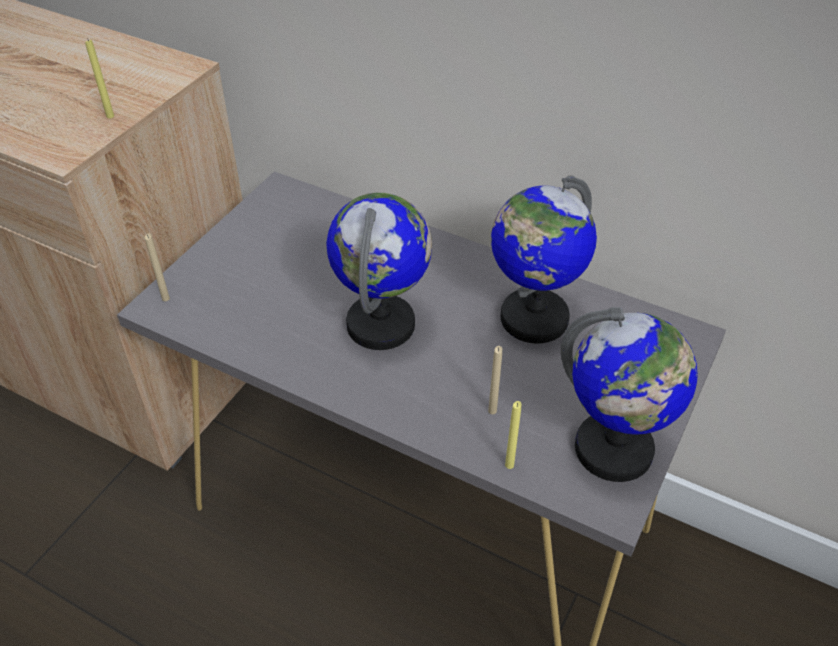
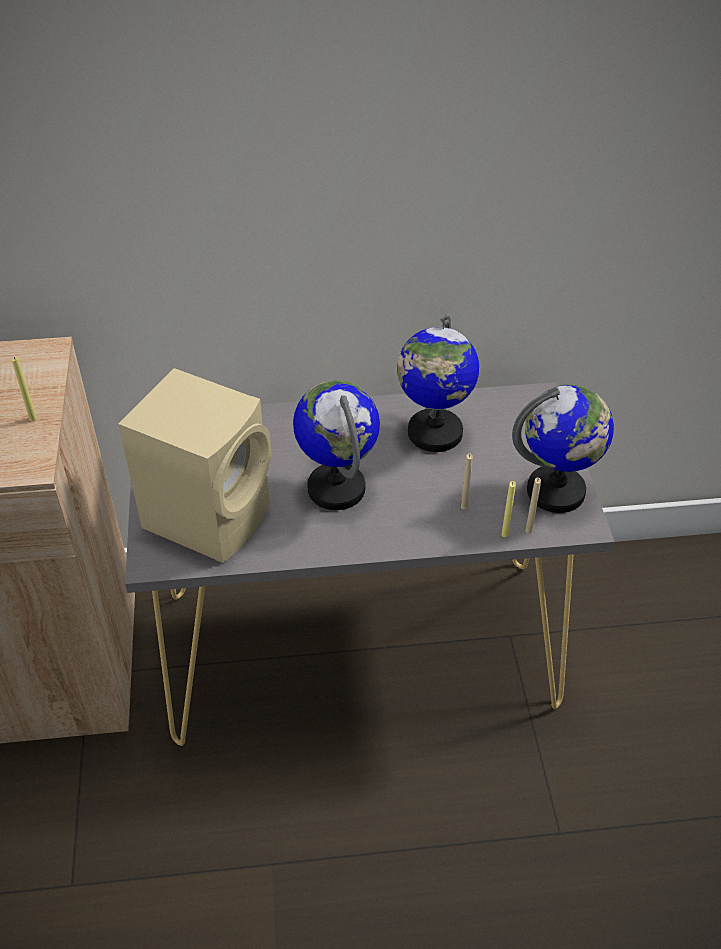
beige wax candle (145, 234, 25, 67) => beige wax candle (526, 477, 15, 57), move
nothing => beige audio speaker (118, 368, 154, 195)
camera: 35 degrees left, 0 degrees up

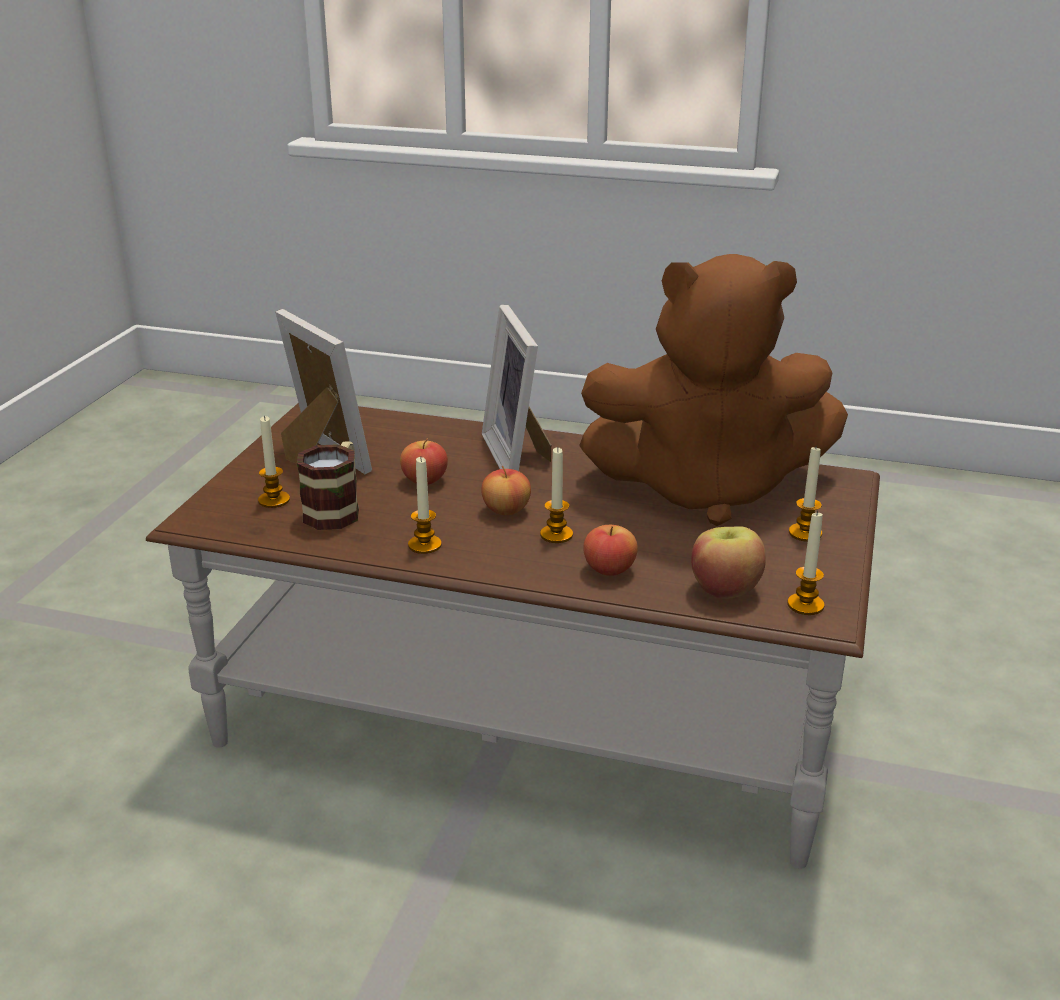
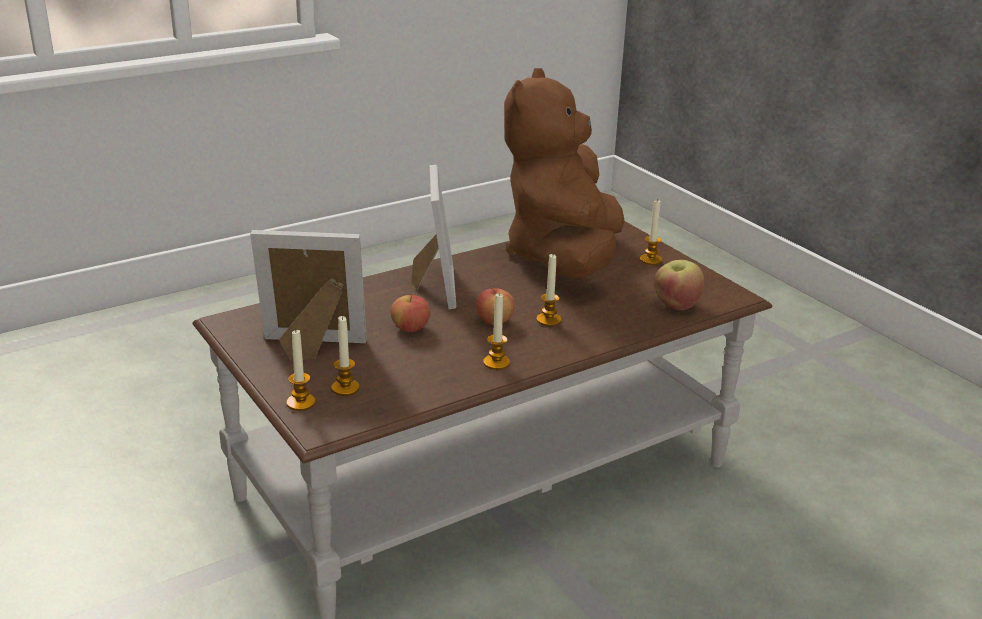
tea mug (297, 441, 62, 89) => nothing
photo frame (482, 305, 69, 166) => photo frame (411, 164, 45, 145), 120 degrees counterclockwise
brownish soft toy (579, 254, 269, 272) => brownish soft toy (504, 68, 121, 211), 150 degrees clockwise
whole apple (583, 525, 55, 51) => nothing
wax candle (787, 511, 38, 104) => wax candle (286, 329, 30, 82), move
camera: 50 degrees left, 0 degrees up

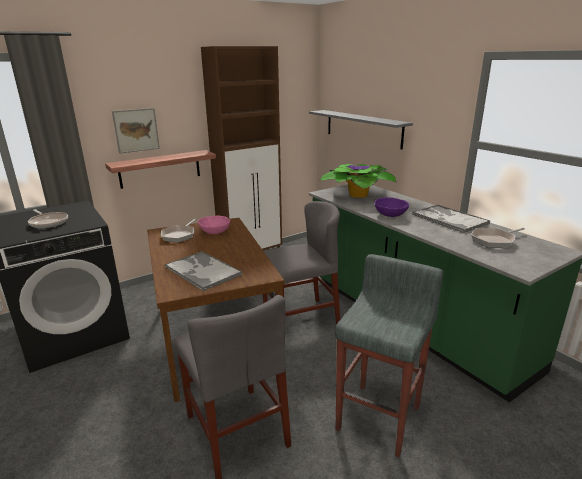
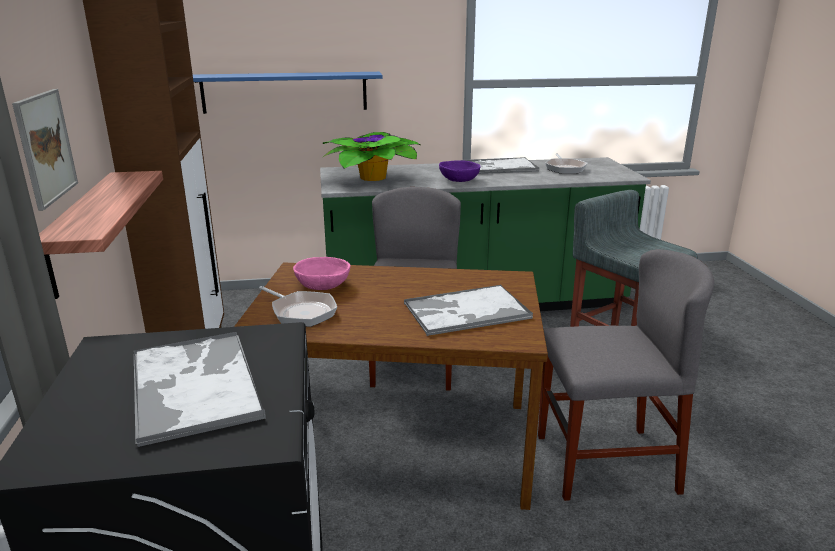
frying pan (28, 209, 40, 19) => carrying tray (134, 332, 132, 115)
greyish shelf (309, 110, 104, 39) => bluish shelf (193, 72, 190, 42)
camera: 65 degrees left, 0 degrees up

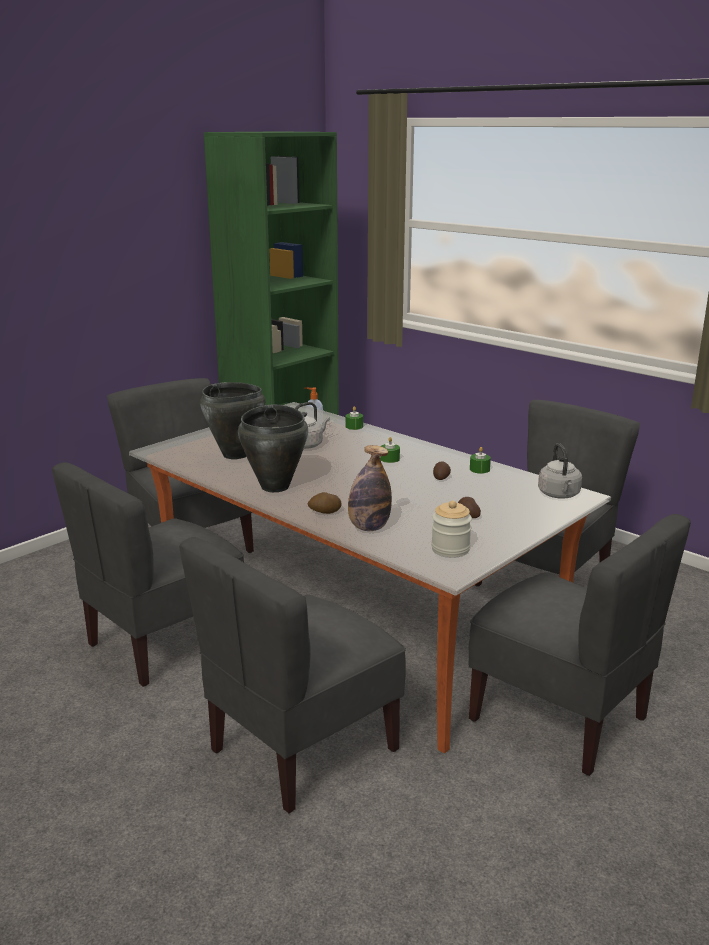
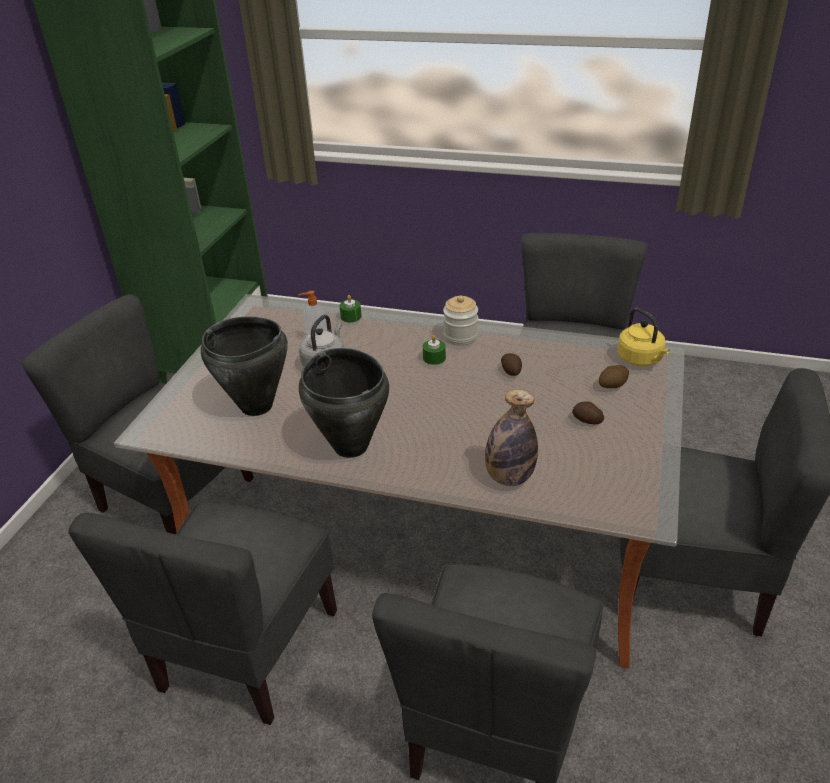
potato (308, 492, 33, 22) => potato (599, 365, 30, 23), move
preserve jar (431, 500, 41, 57) => preserve jar (443, 295, 35, 50), move
green wax candle (470, 447, 21, 26) => nothing
greyish tea kettle (538, 443, 44, 56) => yellow-coloured tea kettle (617, 308, 53, 58)
camera: 25 degrees left, 15 degrees up

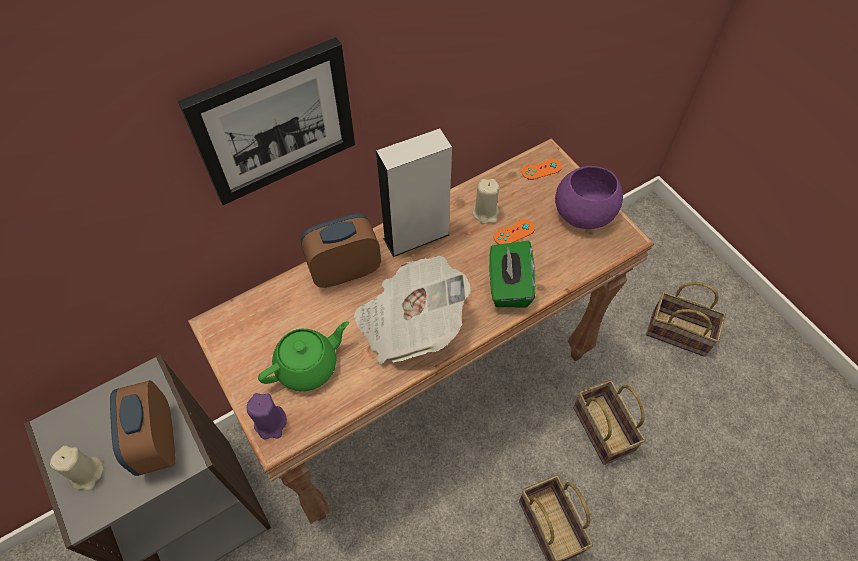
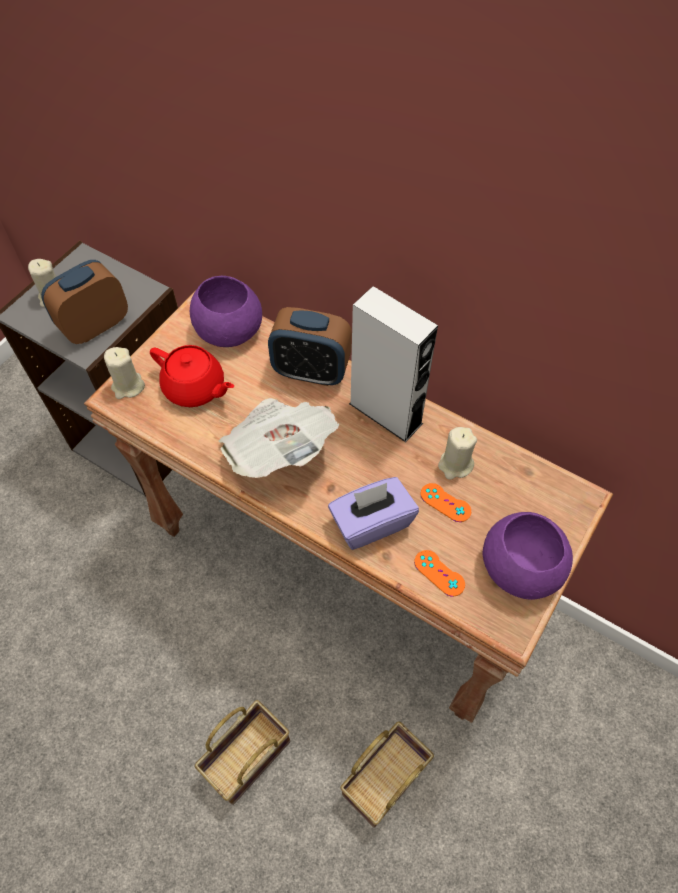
wall art (178, 37, 177, 168) => nothing
purple-coloured wax candle (247, 393, 40, 47) => beige wax candle (104, 347, 41, 52)
green tea pot (258, 321, 91, 70) => red tea pot (150, 345, 84, 62)
table clock (301, 214, 80, 74) => table clock (268, 307, 84, 79), 150 degrees clockwise
green box of tissues (489, 241, 46, 66) => purple-coloured box of tissues (328, 477, 91, 73)
orangey joypad (522, 159, 40, 21) => orangey joypad (414, 550, 51, 47), move
household basket (646, 282, 80, 75) => nothing
nothing => purple-coloured deep dish (190, 276, 72, 71)
camera: 65 degrees right, 0 degrees up

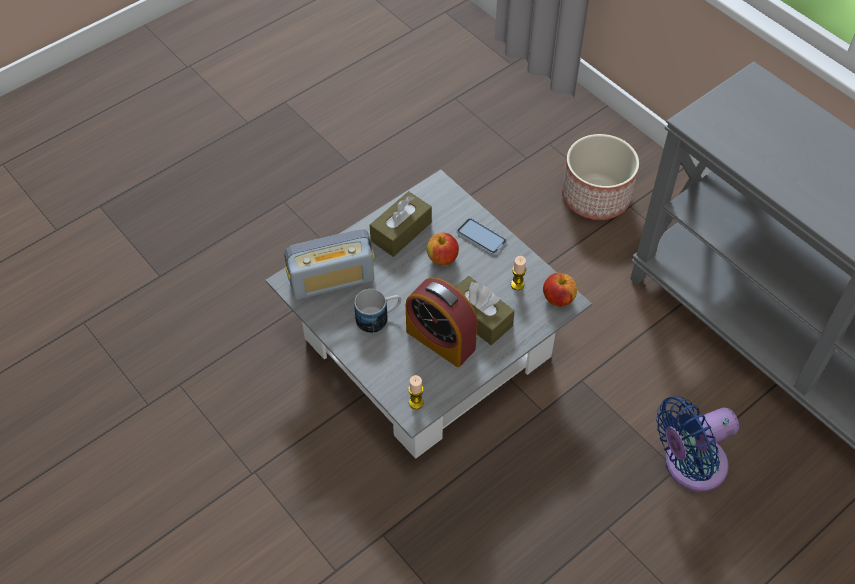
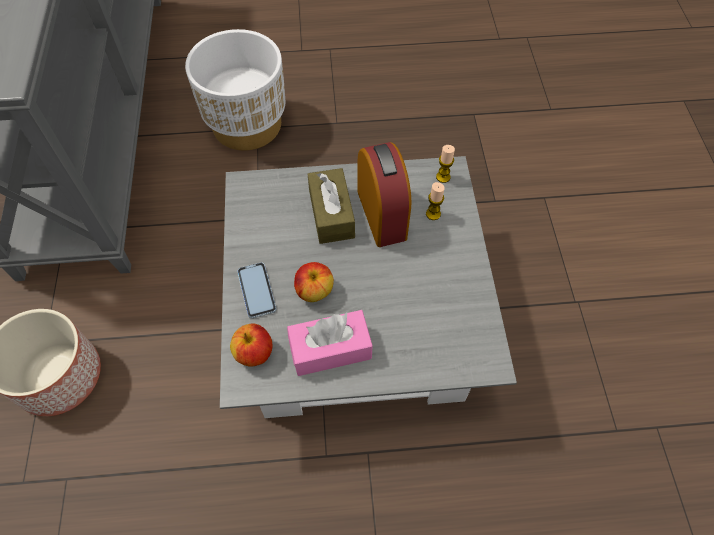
radio receiver (284, 229, 90, 71) => nothing
tea mug (354, 289, 47, 44) => nothing
brownish box of tissues (370, 191, 62, 66) => pink box of tissues (287, 310, 86, 66)
wax candle (511, 256, 15, 34) => wax candle (426, 182, 19, 38), move
whole apple (543, 273, 34, 34) => whole apple (230, 323, 42, 44), move
bluish electric fan (656, 396, 83, 96) => whitish flower pot (185, 29, 100, 122)
camera: 145 degrees left, 5 degrees up

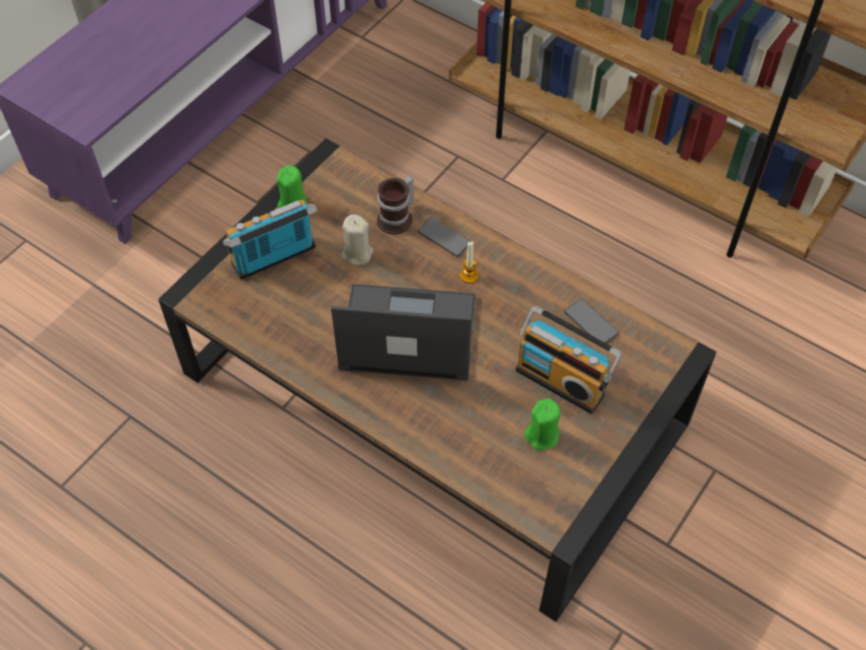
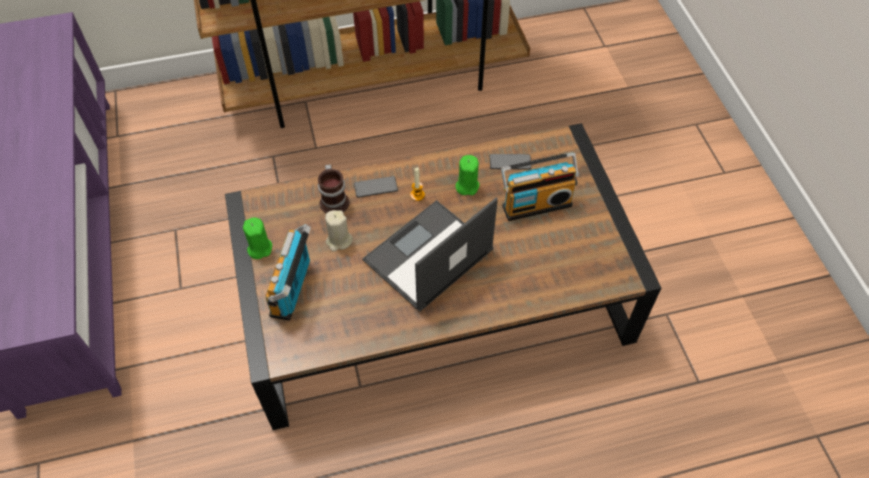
green wax candle (524, 398, 36, 52) => green wax candle (455, 155, 24, 40), move
camera: 50 degrees left, 0 degrees up

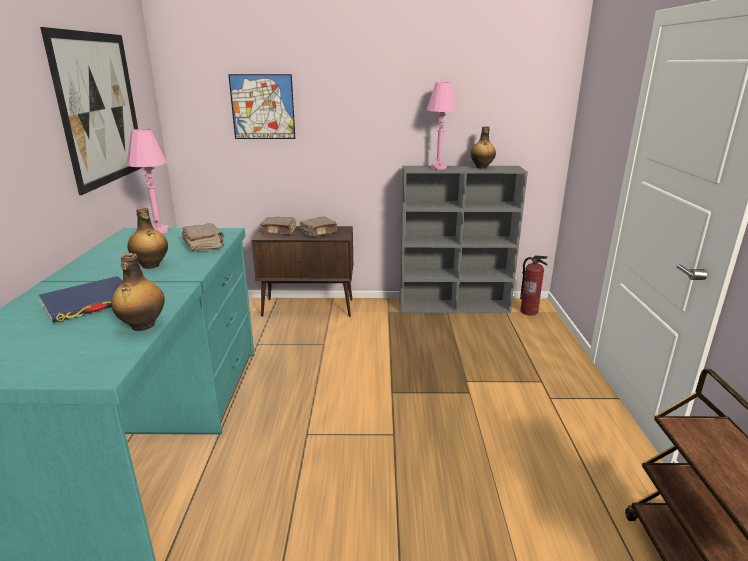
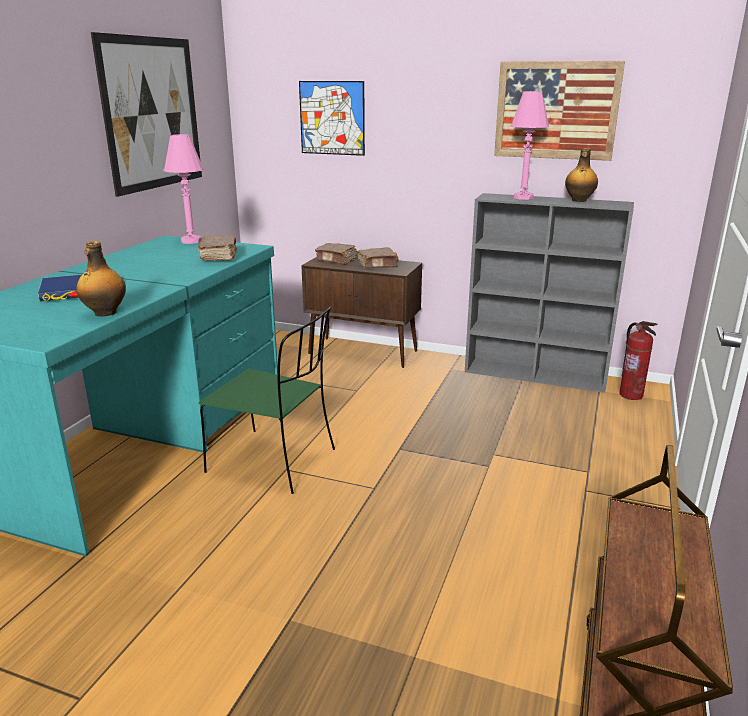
drink bottle (128, 207, 40, 62) => nothing
nothing => green chair (199, 307, 136, 187)
nothing => wall art (494, 61, 131, 100)
camera: 20 degrees right, 0 degrees up

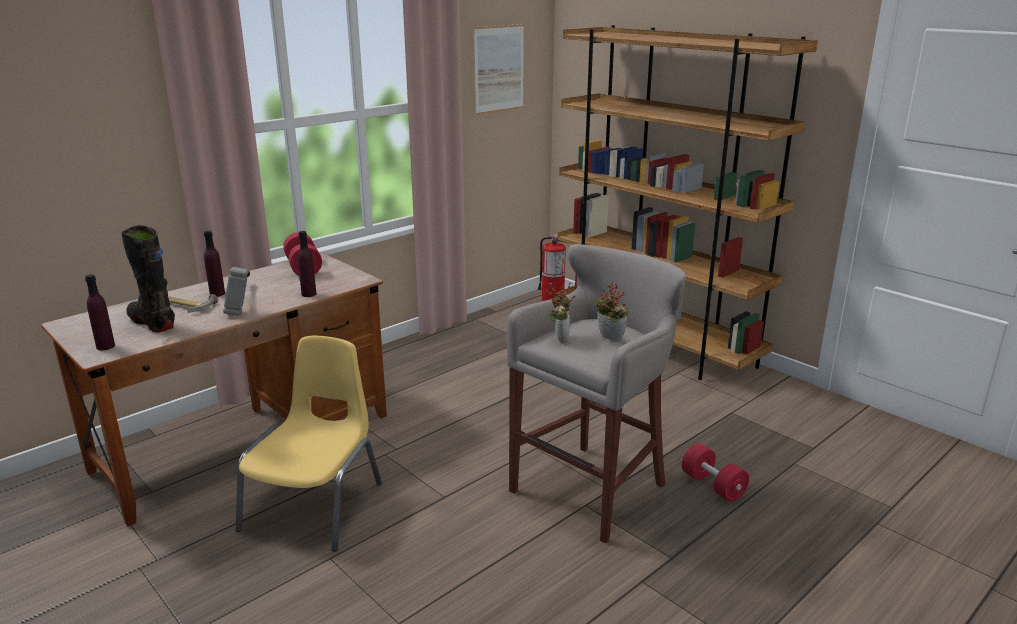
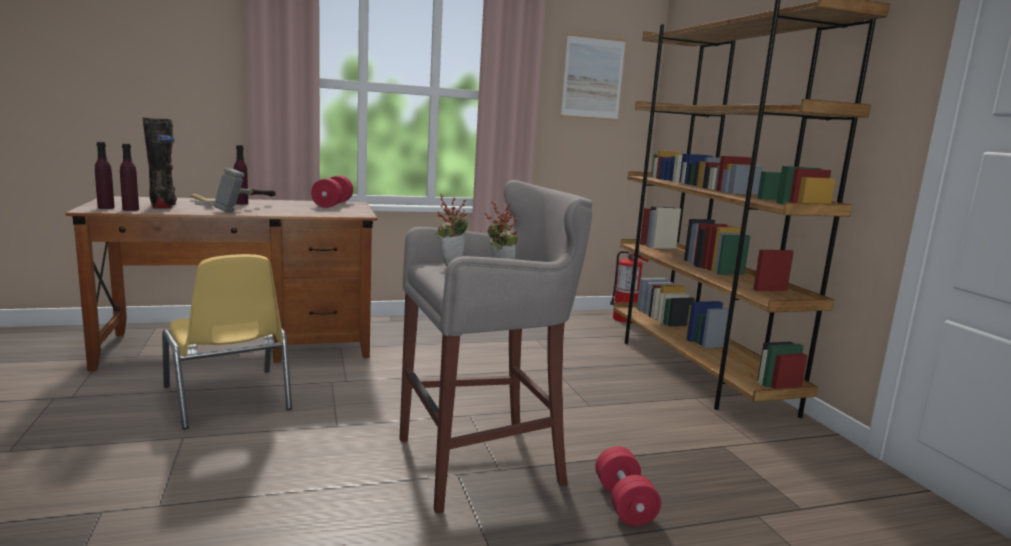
yellow-coloured chair (236, 336, 146, 216) => yellow-coloured chair (162, 254, 130, 175), 105 degrees clockwise
purple-coloured drink bottle (298, 231, 19, 66) => purple-coloured drink bottle (120, 143, 19, 68), move
camera: 25 degrees right, 10 degrees down

